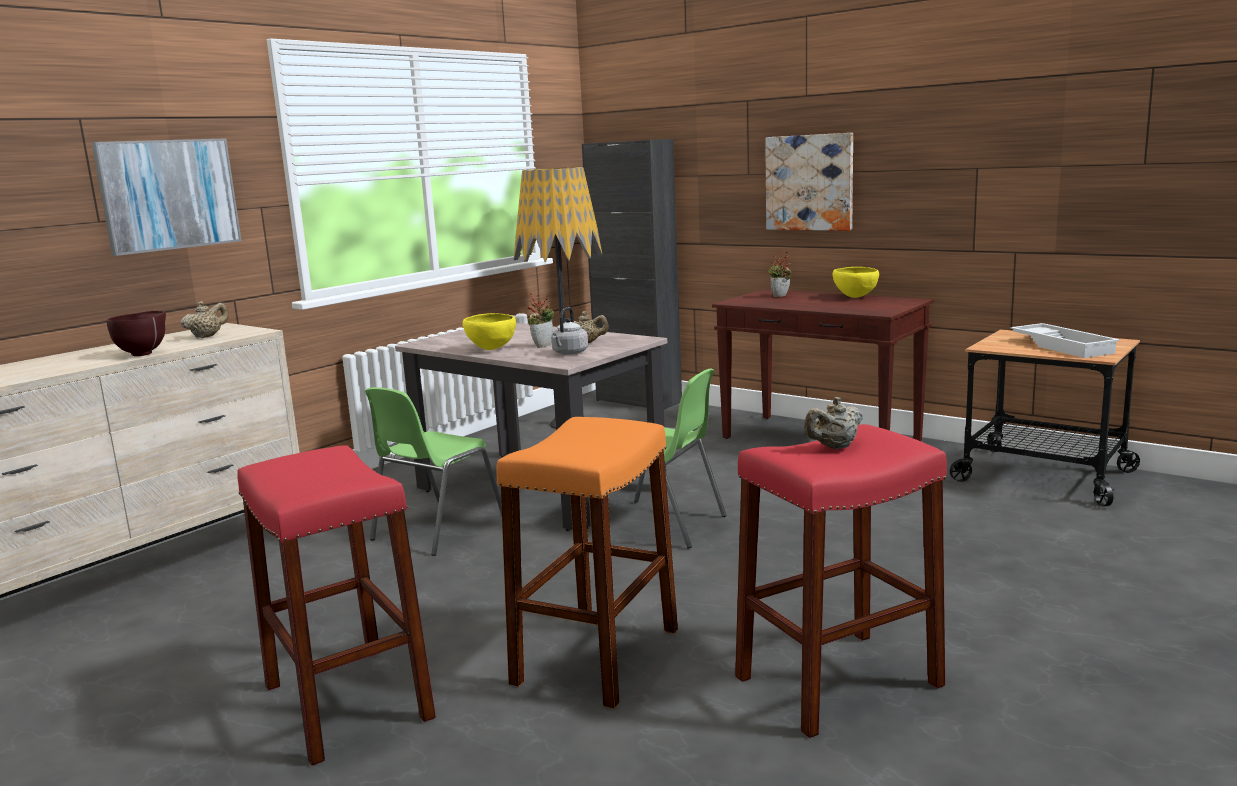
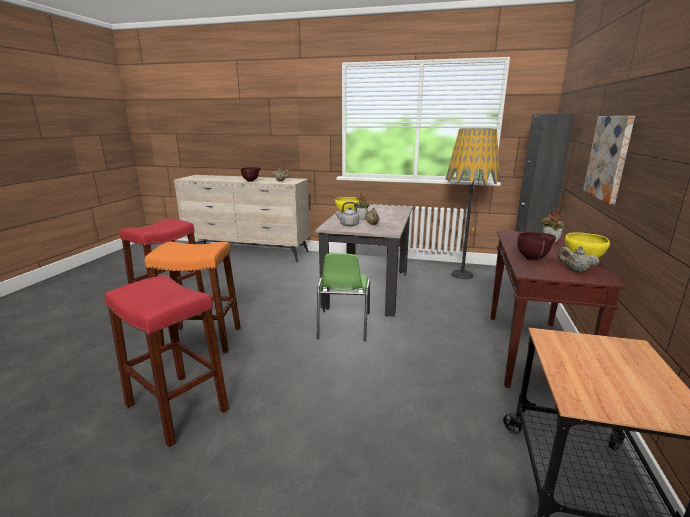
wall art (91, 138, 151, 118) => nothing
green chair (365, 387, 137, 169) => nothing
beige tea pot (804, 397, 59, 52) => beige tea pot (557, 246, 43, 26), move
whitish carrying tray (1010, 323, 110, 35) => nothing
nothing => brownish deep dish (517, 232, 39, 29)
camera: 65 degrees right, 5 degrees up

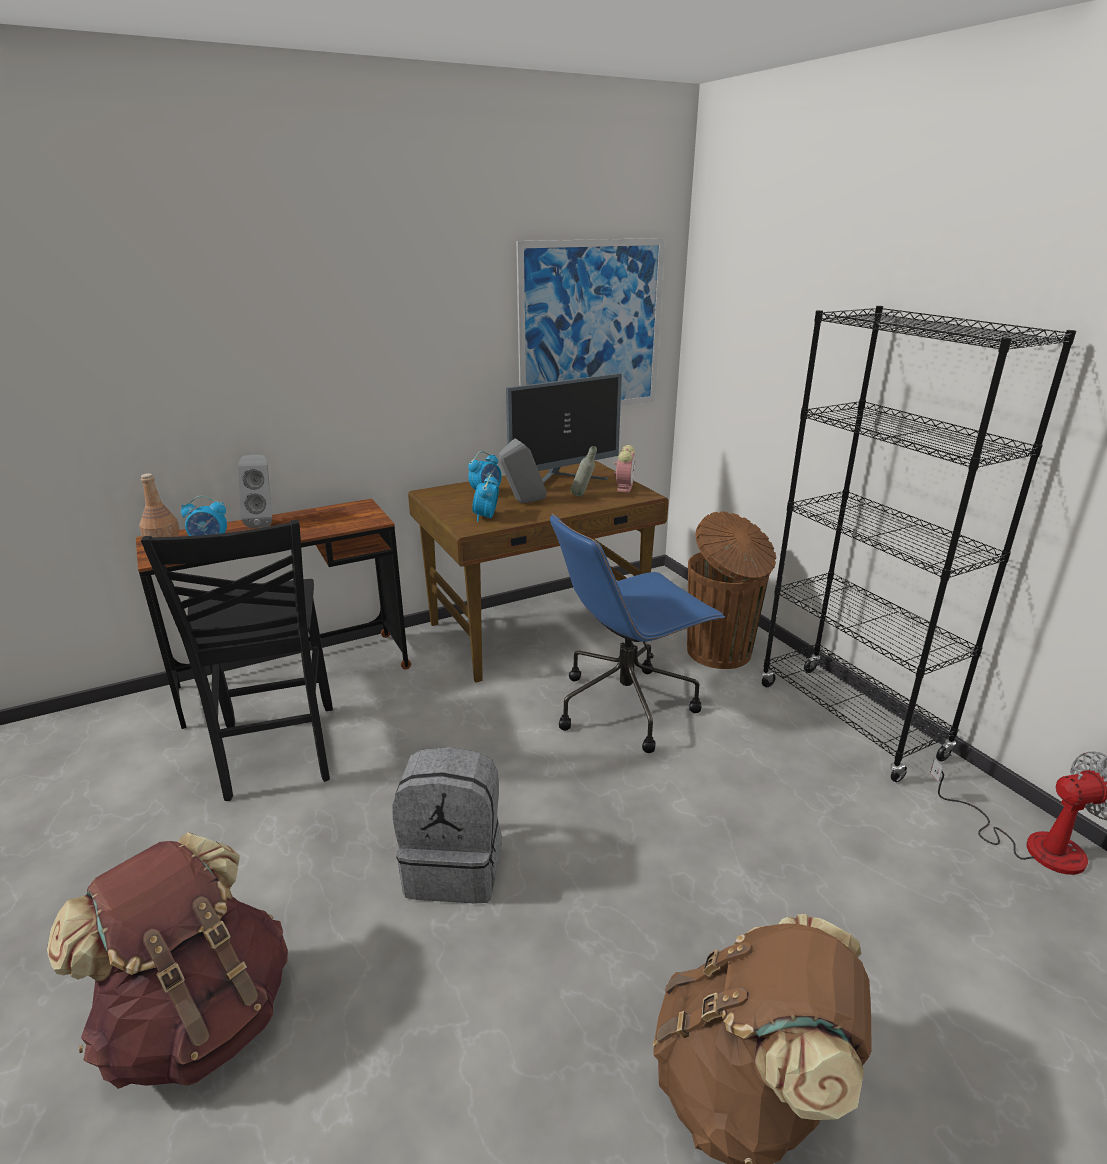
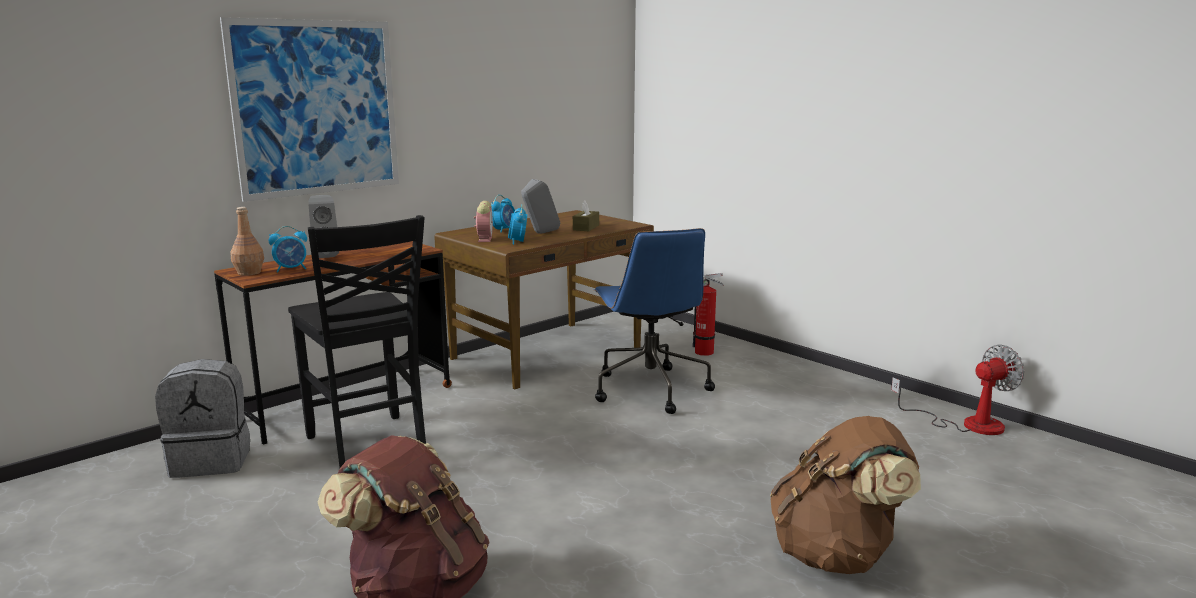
greyish rucksack (392, 747, 110, 157) => greyish rucksack (155, 359, 95, 119), move
monitor (506, 373, 116, 110) => nothing
wall art (516, 238, 149, 168) => wall art (220, 17, 179, 185), move
bluish desk chair (550, 513, 175, 240) => bluish desk chair (593, 228, 122, 186), 60 degrees counterclockwise
greyish drink bottle (571, 446, 26, 51) => brownish box of tissues (573, 201, 26, 30)
table clock (614, 445, 21, 48) => table clock (474, 201, 19, 41), move
brownish trash can (687, 511, 89, 158) => fire-fighting cylinder (693, 273, 31, 83)
black shelving unit (761, 306, 315, 476) => nothing
camera: 15 degrees left, 10 degrees down

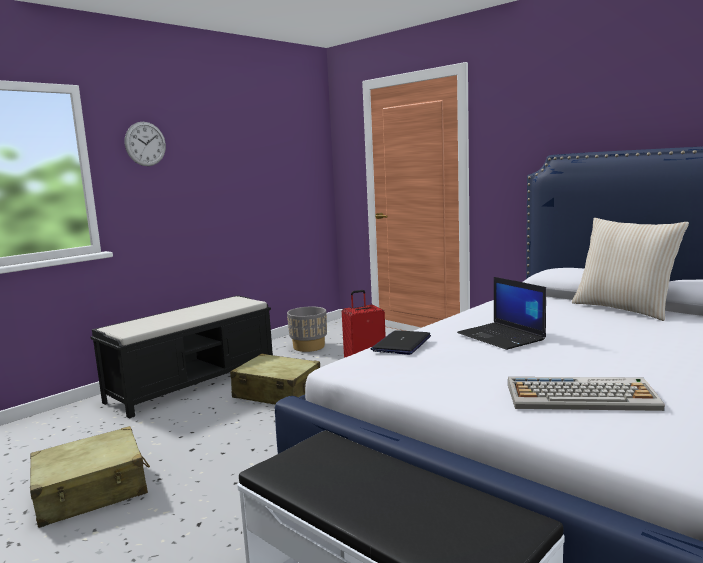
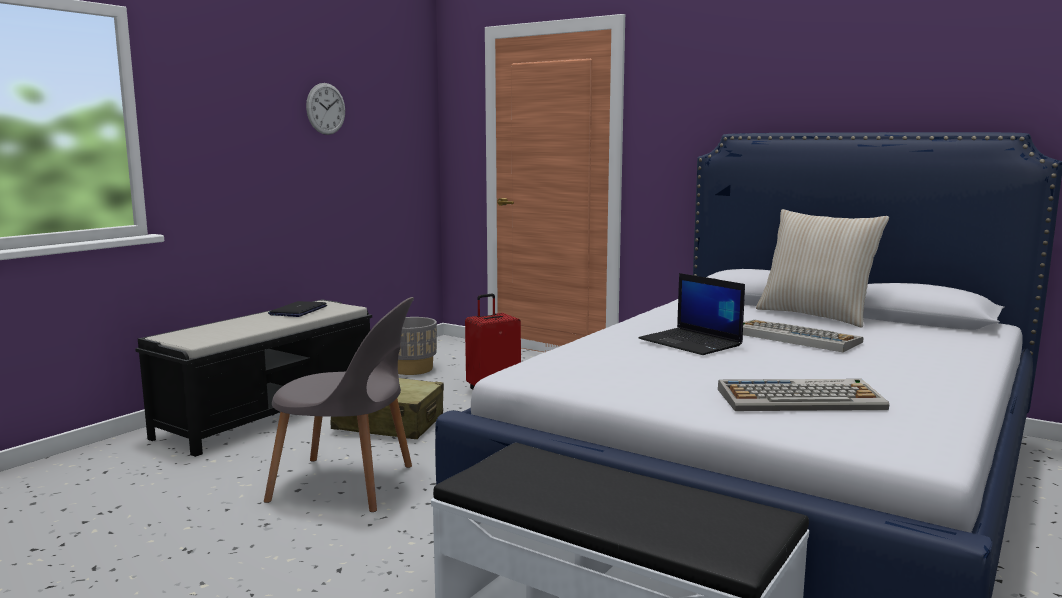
beige travel case (30, 426, 120, 102) => nothing
wall clock (125, 122, 41, 44) => wall clock (306, 83, 39, 52), move
notebook computer (371, 330, 60, 25) => notebook computer (268, 301, 59, 16), move
nothing => greyish chair (264, 297, 150, 215)
nothing => PC keyboard (743, 320, 121, 32)
camera: 10 degrees left, 0 degrees up

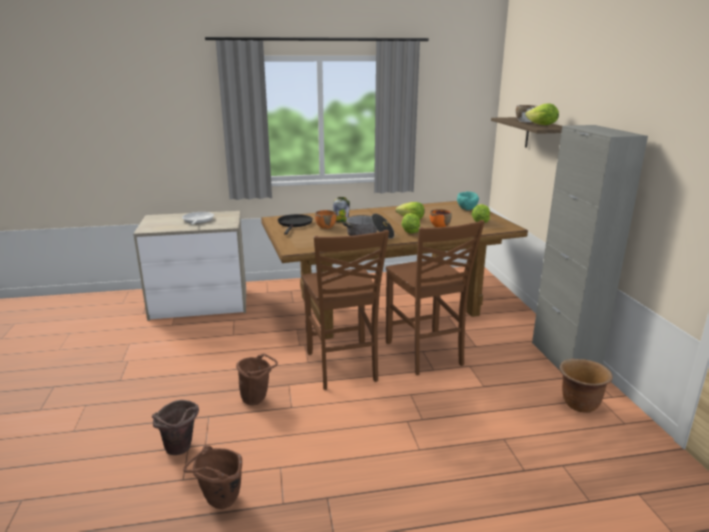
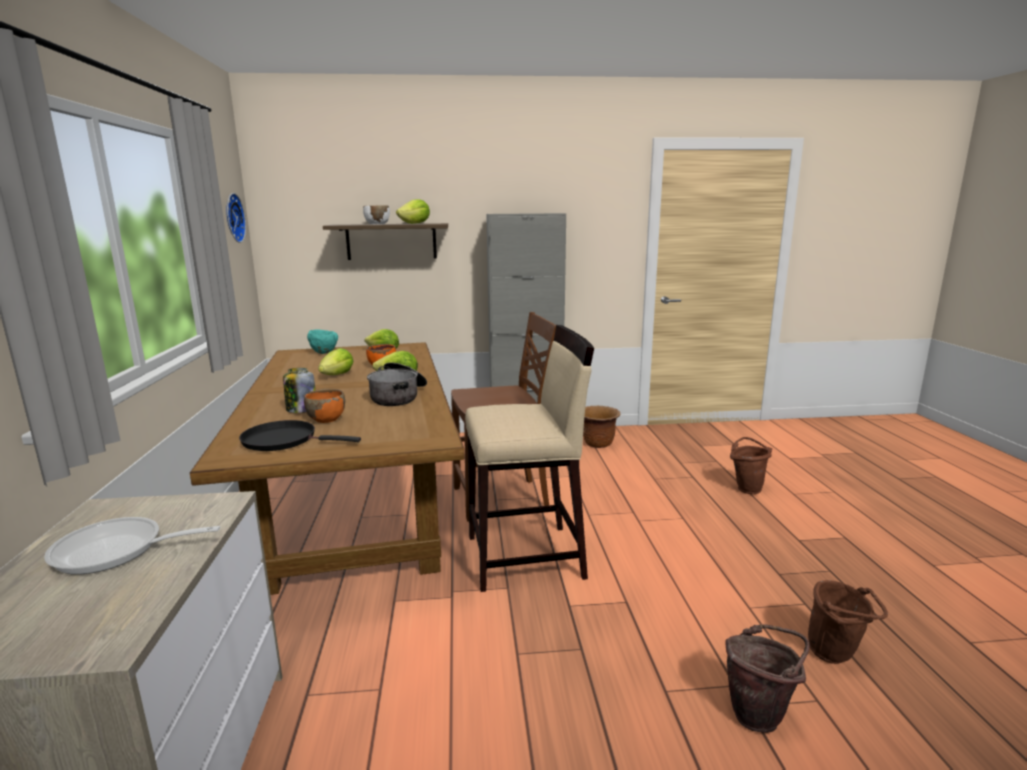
brownish pail (236, 353, 42, 52) => brownish pail (730, 437, 42, 57), move
brownish chair (302, 230, 87, 160) => beige stool (465, 325, 129, 267)
nothing => wall clock (226, 193, 20, 50)
camera: 85 degrees left, 5 degrees down

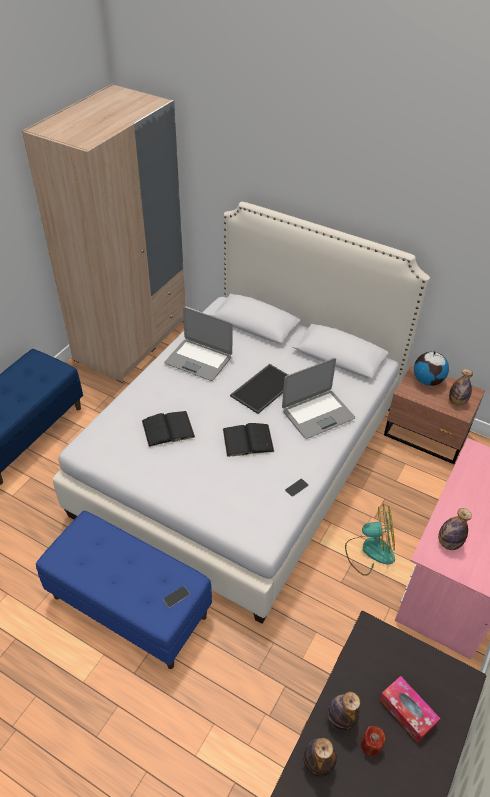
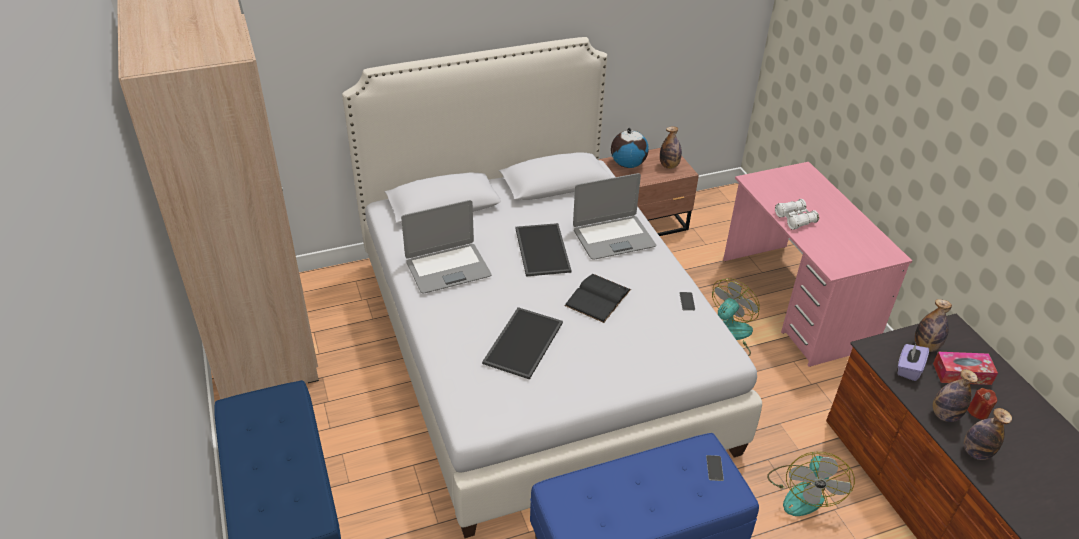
black volume (142, 411, 53, 36) => carrying tray (482, 307, 81, 72)
notebook computer (282, 358, 73, 81) => notebook computer (573, 173, 83, 87), 60 degrees clockwise
drink bottle (438, 508, 34, 42) => drink bottle (915, 299, 37, 53), move
nothing => electric fan (767, 452, 88, 64)
nothing => whitish binoculars (775, 199, 44, 31)
nothing => purple-coloured box of tissues (898, 343, 31, 38)
camera: 50 degrees left, 5 degrees down

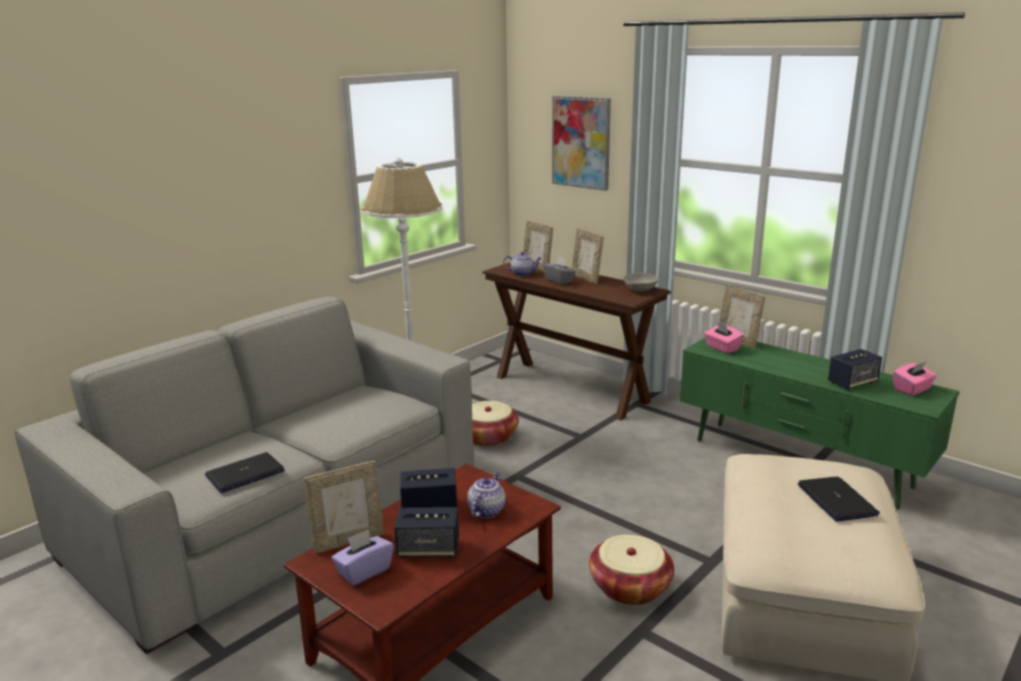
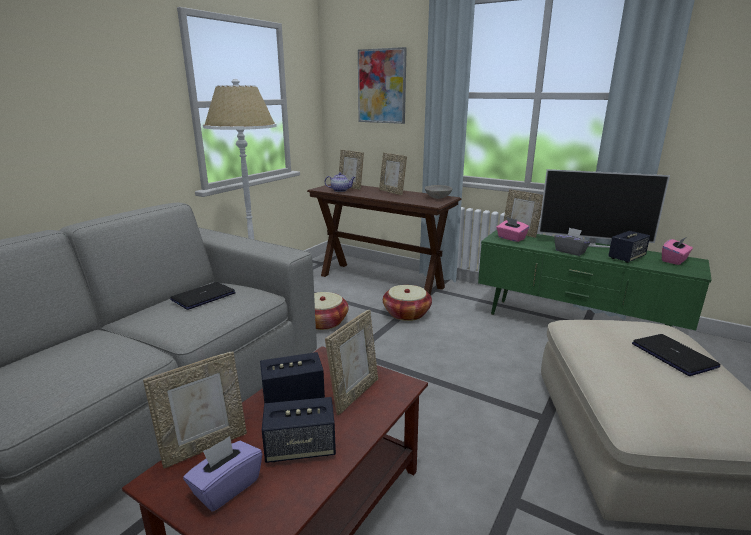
notebook computer (205, 452, 80, 41) => notebook computer (170, 282, 66, 28), move
tea pot (467, 472, 39, 46) => photo frame (325, 310, 53, 105)
greyish box of tissues (543, 257, 33, 28) => greyish box of tissues (554, 228, 37, 28), move
household basket (589, 535, 85, 70) => household basket (383, 285, 49, 36), move
nothing => TV (538, 169, 132, 79)
camera: 10 degrees left, 0 degrees up

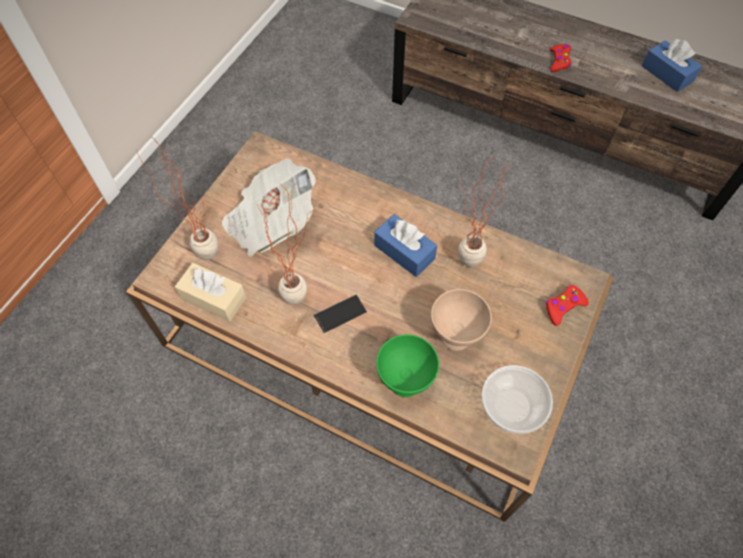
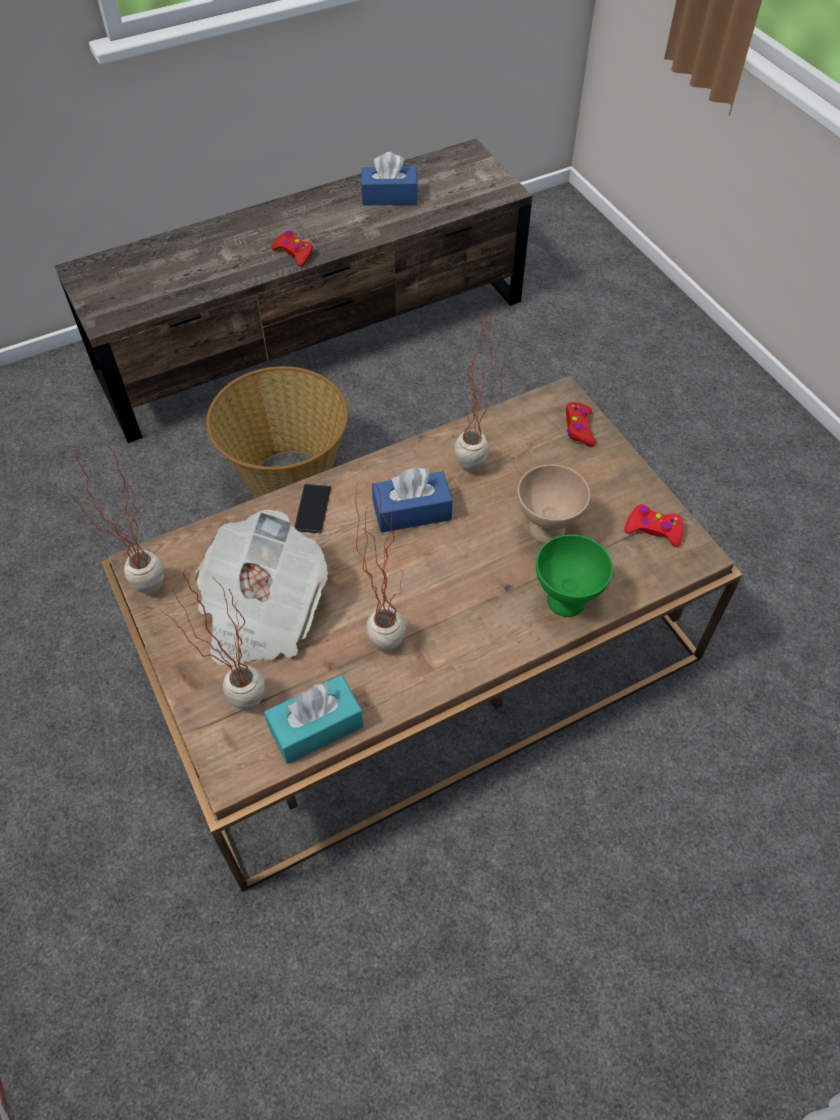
beige box of tissues (175, 263, 72, 59) => blue-green box of tissues (264, 675, 100, 89)
telephone (314, 294, 53, 39) => telephone (295, 484, 36, 50), move
deep dish (482, 365, 71, 69) => red joypad (624, 504, 60, 43)
nothing => plant in a pot (58, 441, 106, 153)
nothing => household basket (206, 366, 142, 132)
camera: 55 degrees left, 5 degrees down

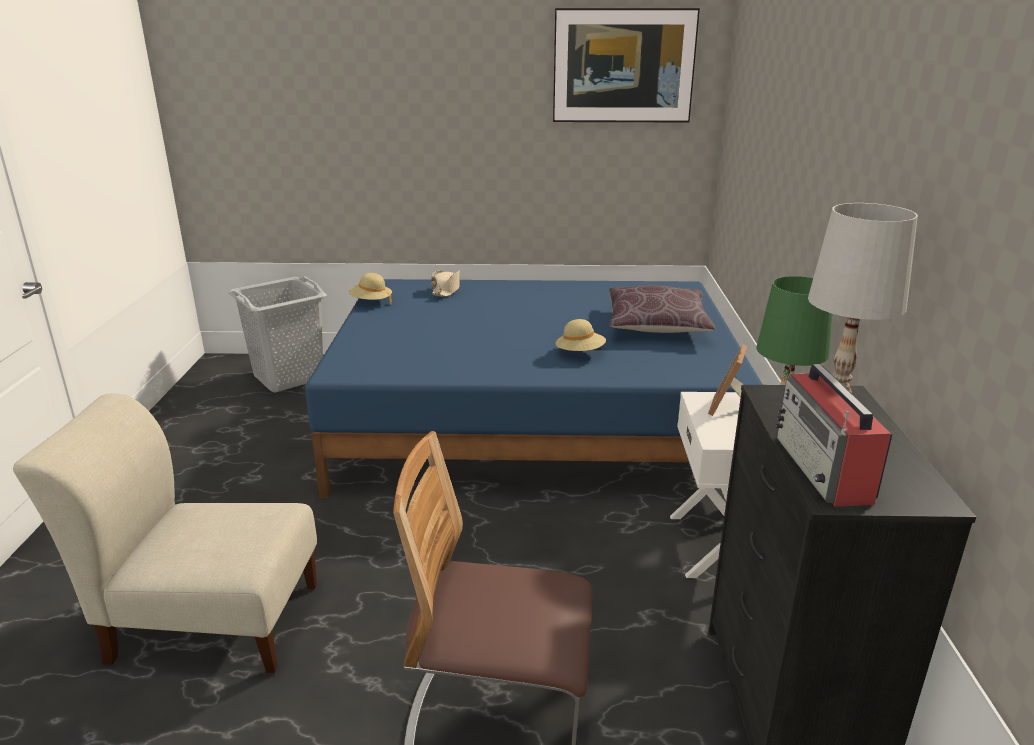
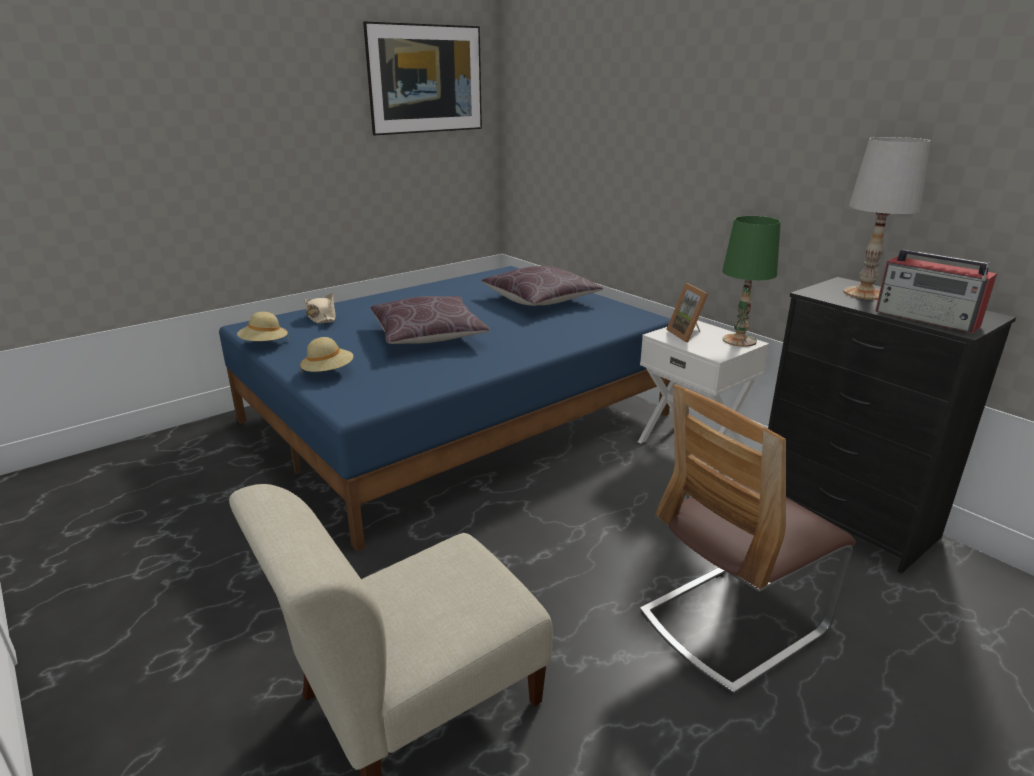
greyish washing basket (228, 276, 98, 117) => nothing
beige hat (556, 319, 50, 32) => beige hat (300, 337, 53, 37), move
nothing => brownish pillow (370, 296, 120, 48)
camera: 40 degrees left, 0 degrees up

